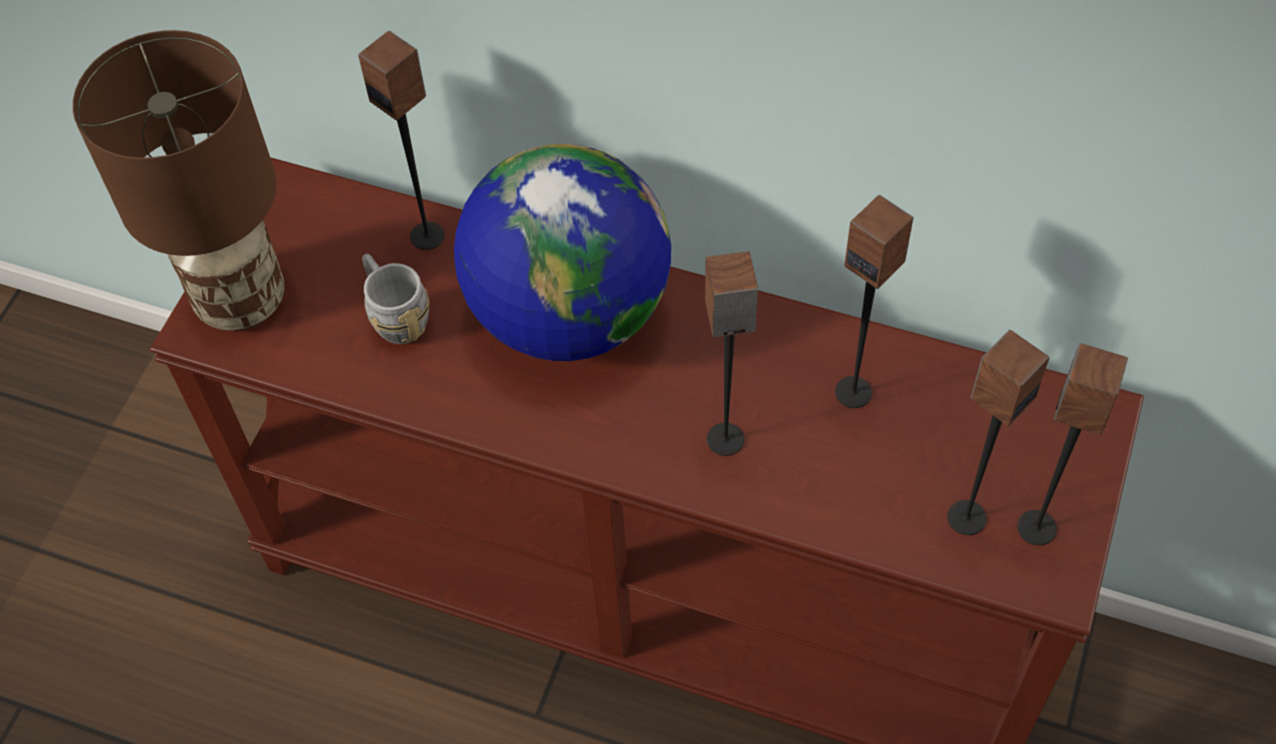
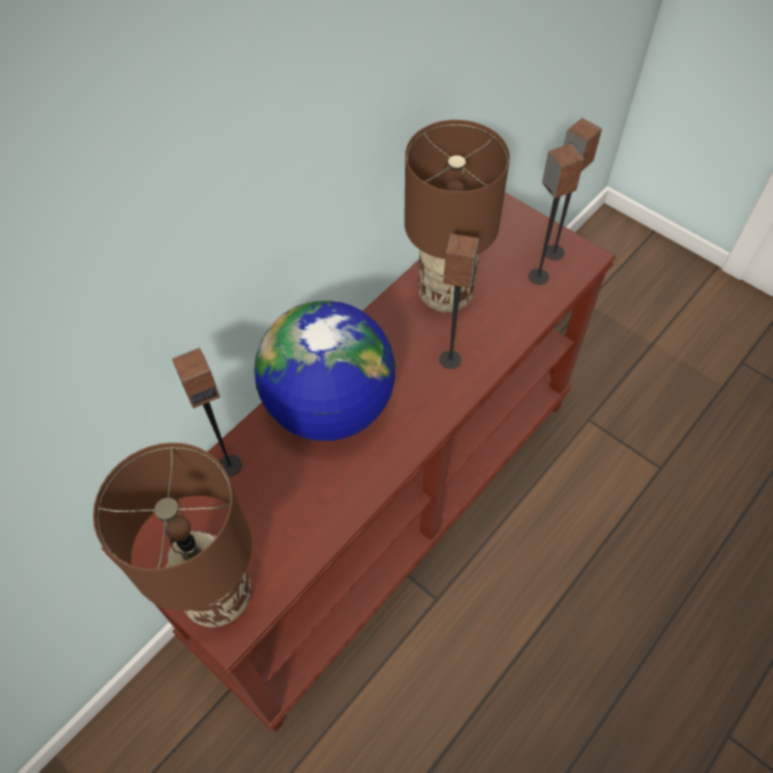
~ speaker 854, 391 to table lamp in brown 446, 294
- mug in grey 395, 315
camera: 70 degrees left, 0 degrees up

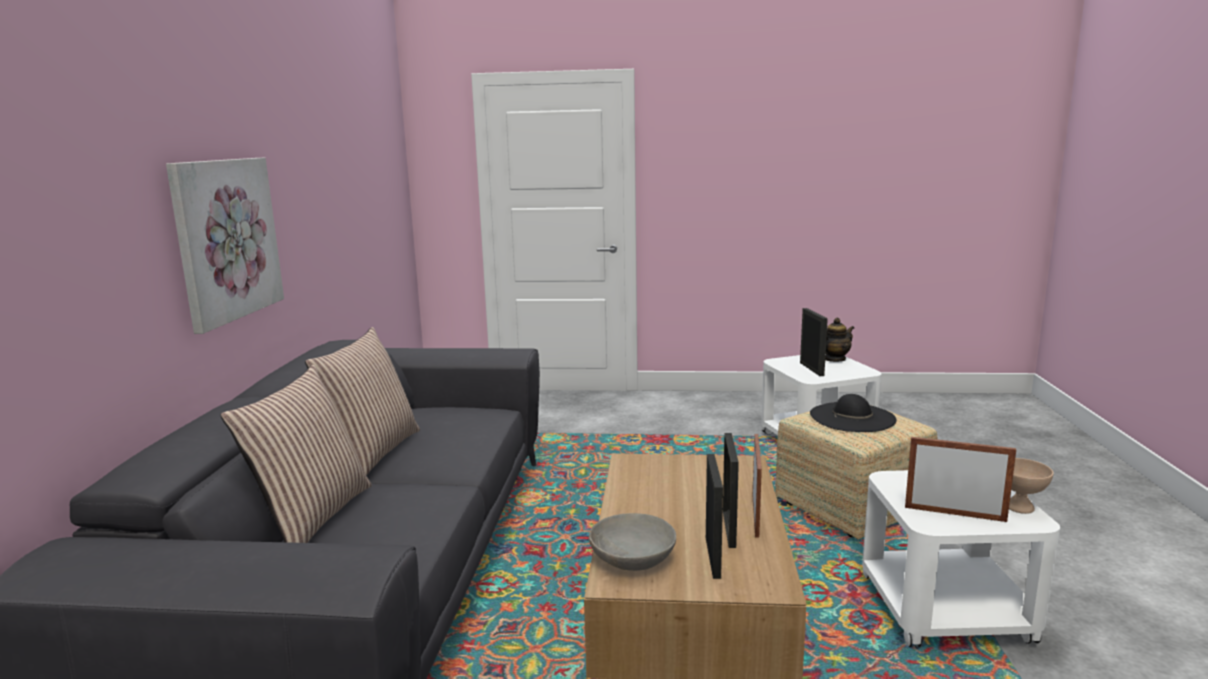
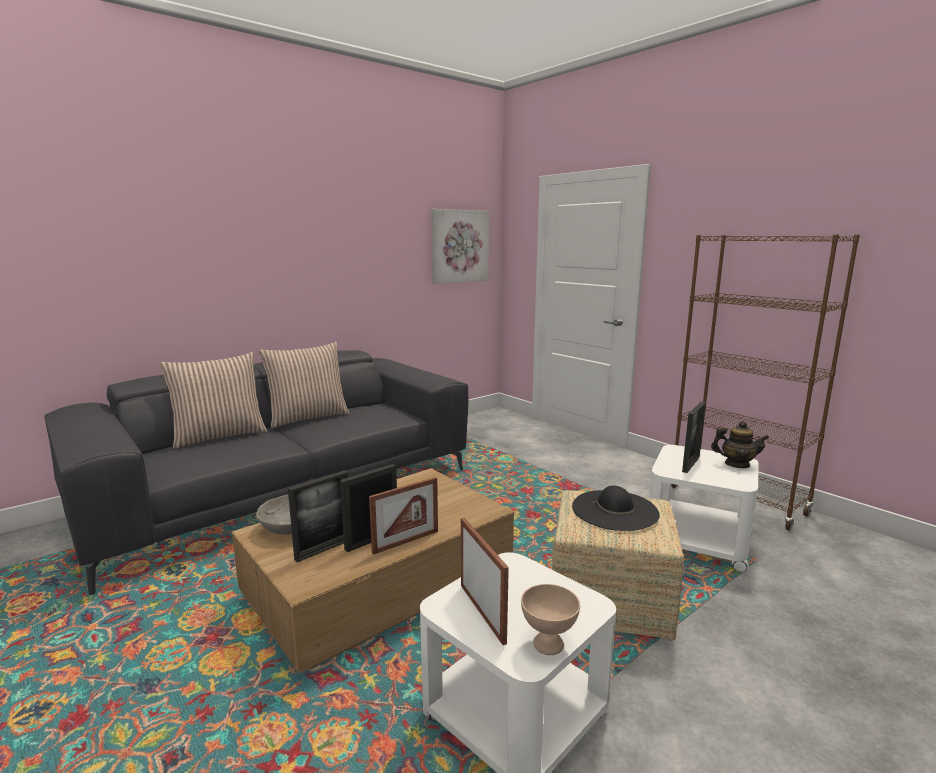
~ picture 226, 239 to 459, 246
+ bookcase in brown 737, 501
camera: 45 degrees right, 0 degrees up

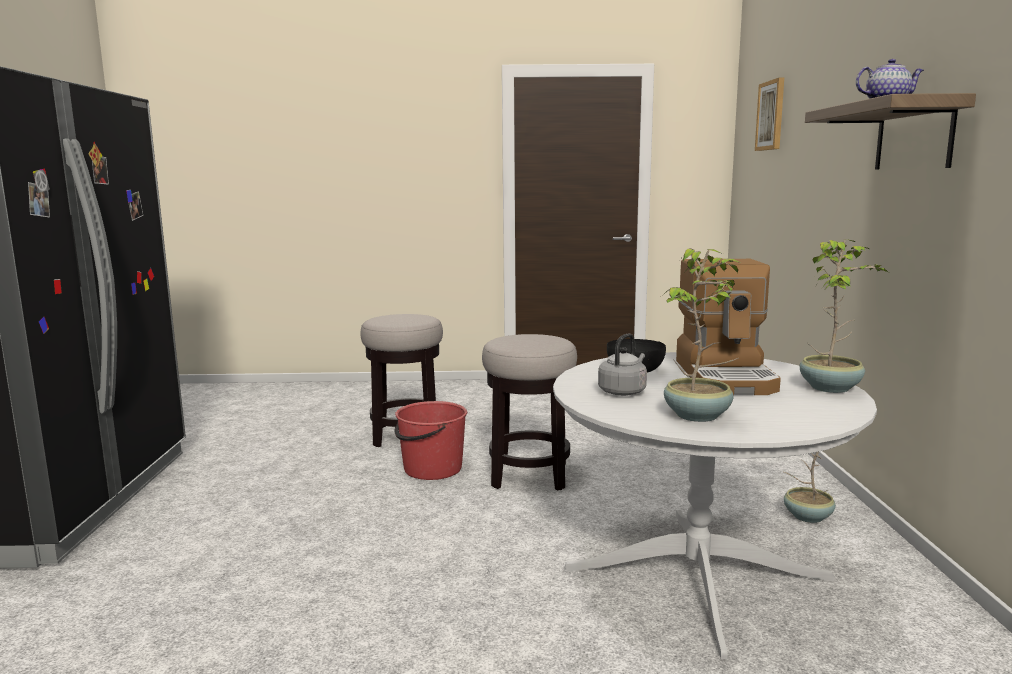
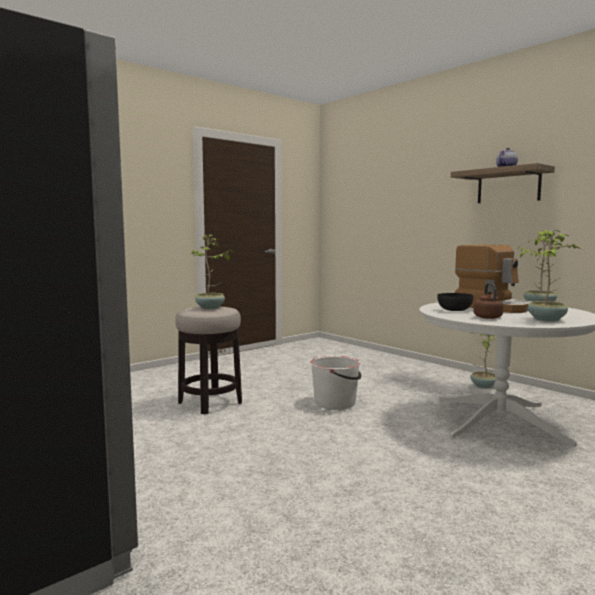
+ potted plant 210, 308
~ stool 529, 475 to bucket in white 335, 403
~ kettle in grey 623, 391 to kettle in brown 487, 317
- bucket in red 432, 469
- picture 771, 115
camera: 40 degrees left, 5 degrees down

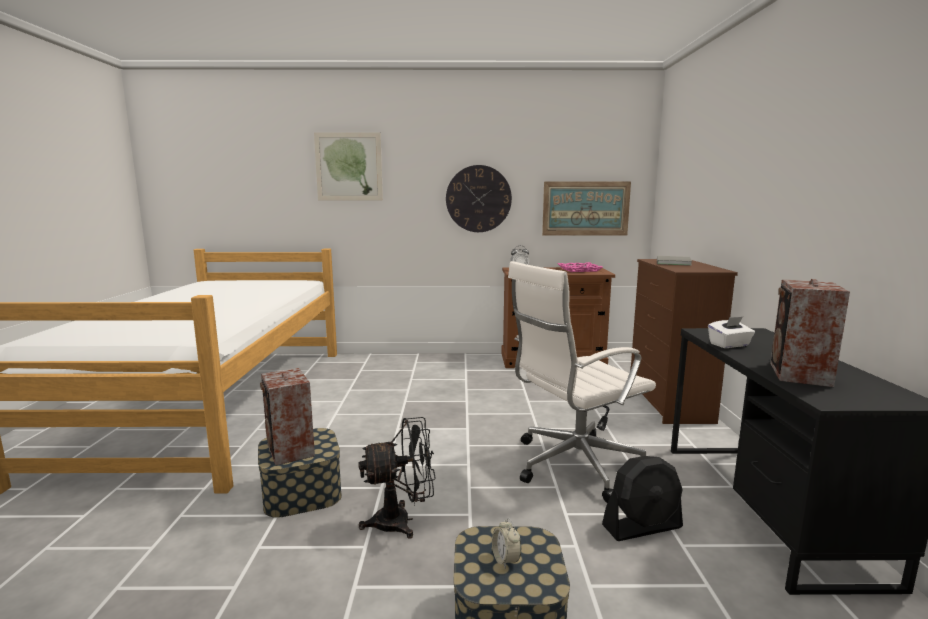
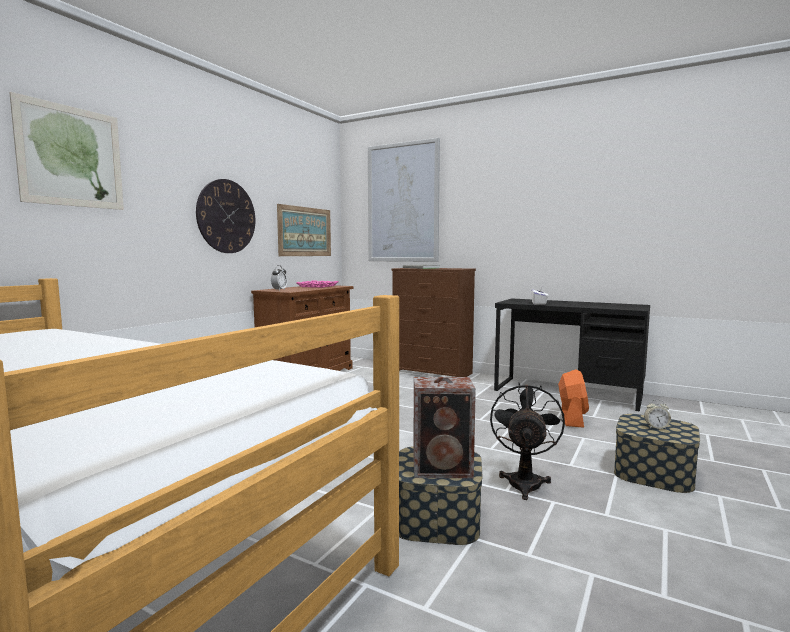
+ picture 403, 203
~ fan in black 642, 527 to fan in orange 572, 418
- office chair in white 574, 465
- speaker 799, 375
camera: 60 degrees left, 5 degrees down

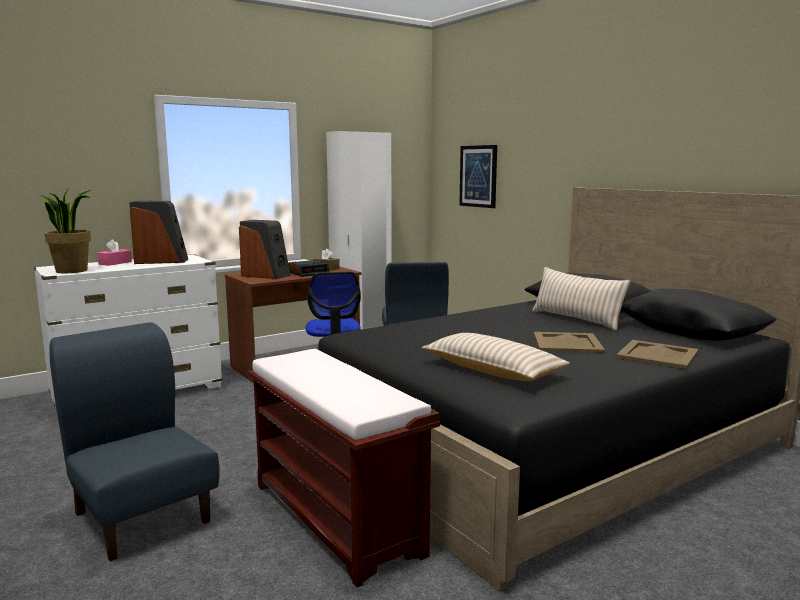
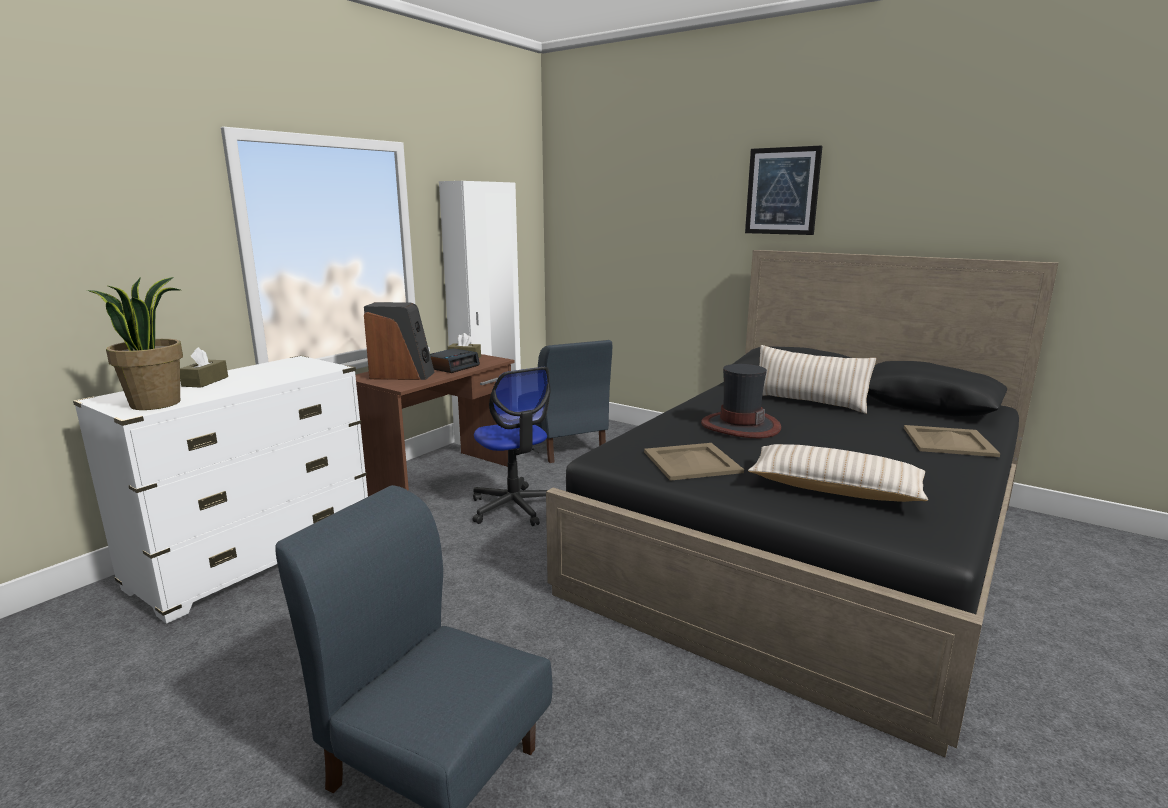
~ tissue box in pink 115, 263 to tissue box in brown 205, 381
~ tray in beige 566, 343 to 691, 462
+ hat 740, 426
~ picture 478, 176 to 782, 191
- speaker 161, 261
- bench in brown 337, 518
camera: 20 degrees left, 5 degrees up

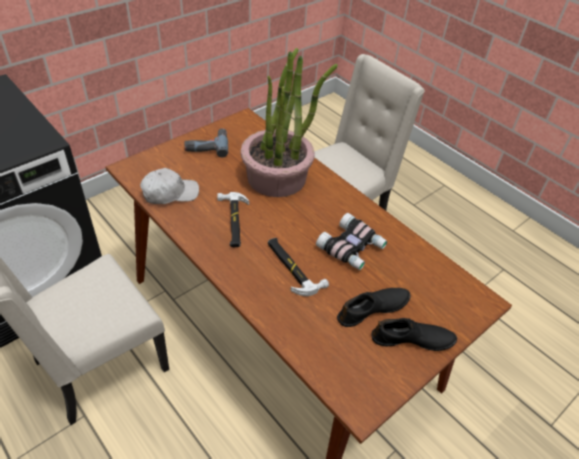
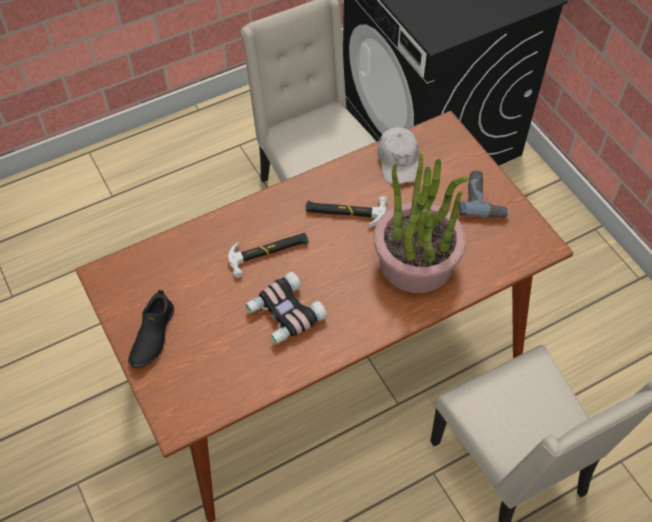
- shoe in black 373, 310
camera: 105 degrees right, 10 degrees up

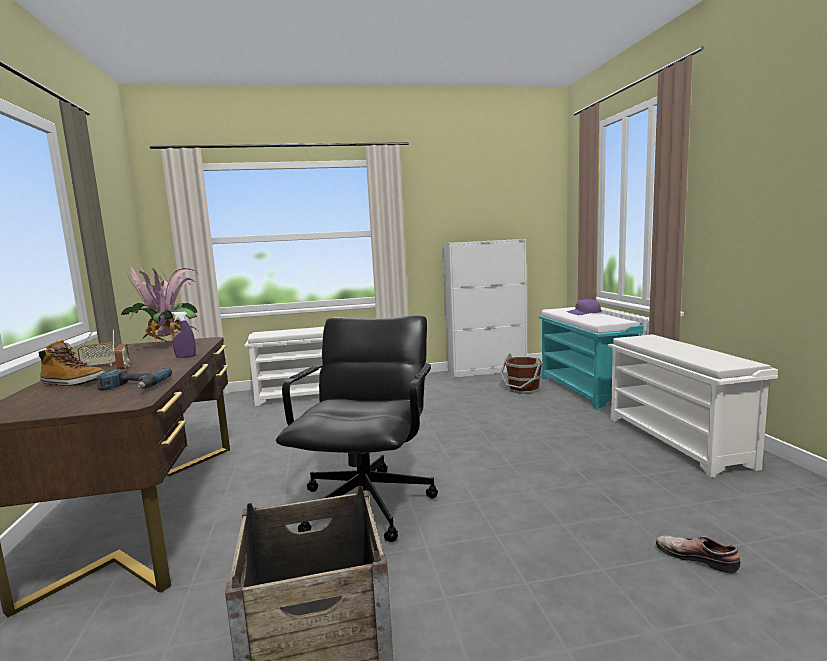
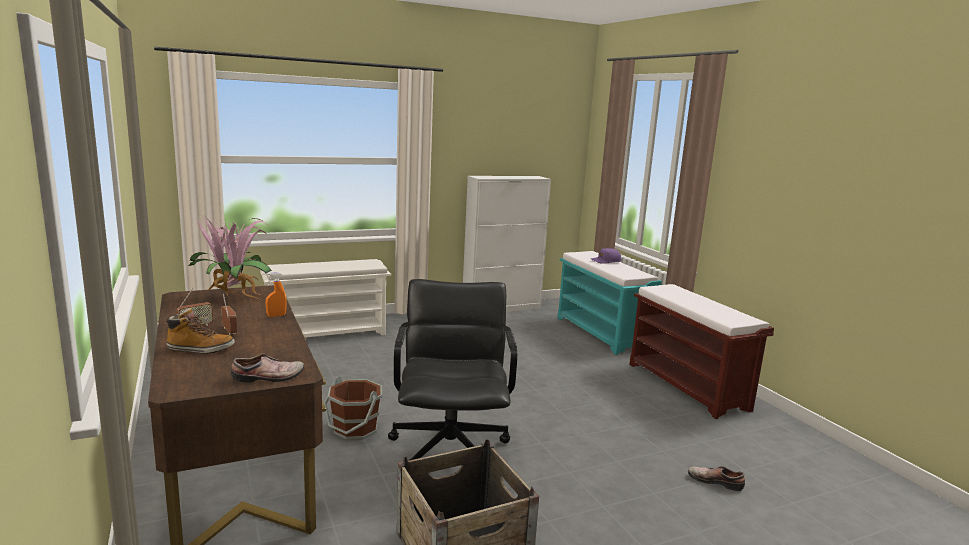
+ shoe 269, 378
~ spray bottle in purple 185, 357 to spray bottle in orange 276, 315
~ bucket in brown 523, 389 to 354, 429
~ shoe rack in white 678, 441 to bench in brown 688, 386
- power drill 132, 387
camera: 15 degrees left, 5 degrees up

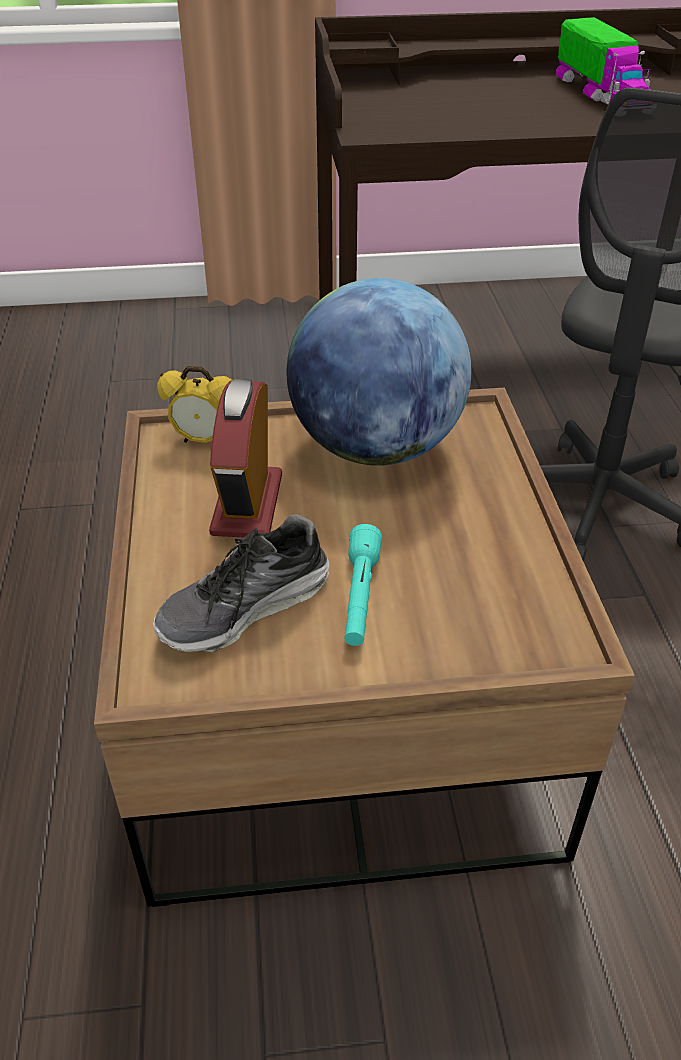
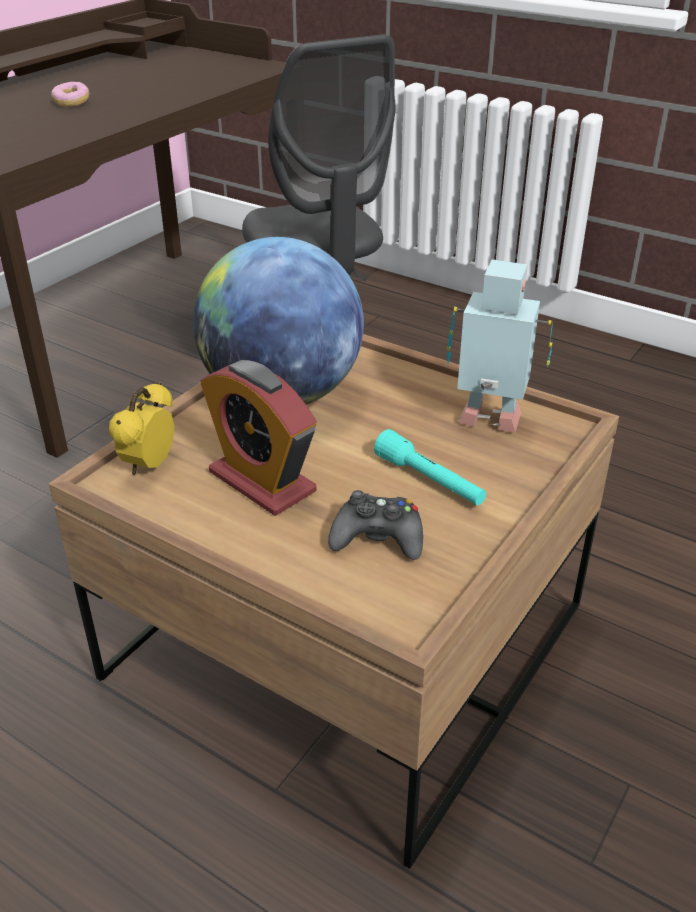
+ donut 71, 103
~ alarm clock 203, 440 = 149, 466 150 degrees clockwise
~ shoe 245, 608 to game controller in black 378, 537
+ toy robot 491, 423
- toy truck 601, 94
camera: 50 degrees left, 5 degrees down

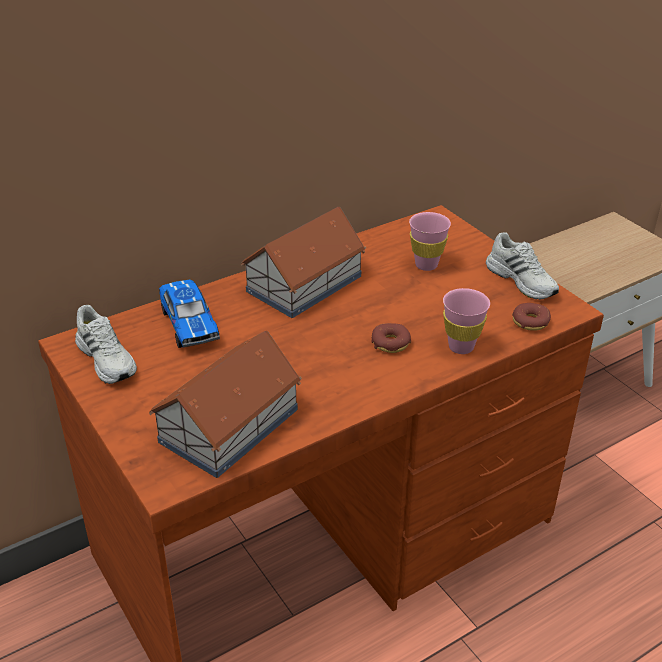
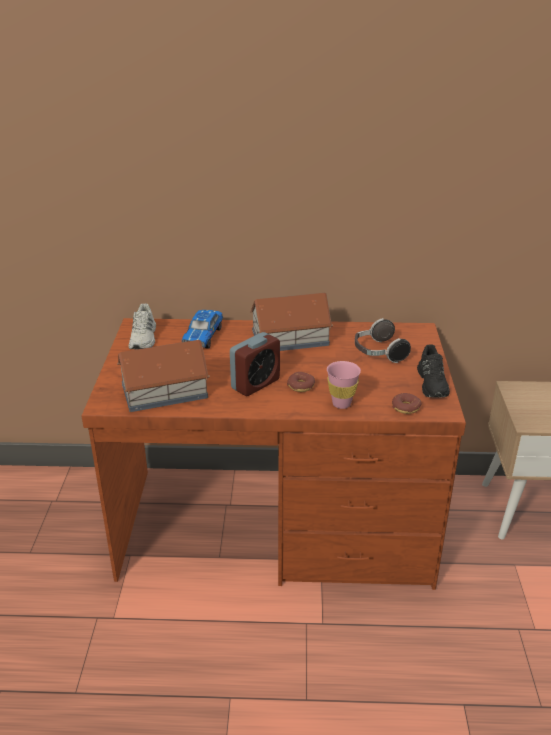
+ alarm clock 255, 384
~ cup in pink 426, 265 to headphones 378, 353
~ shoe in white 522, 280 to shoe in black 432, 383
camera: 35 degrees right, 5 degrees down

